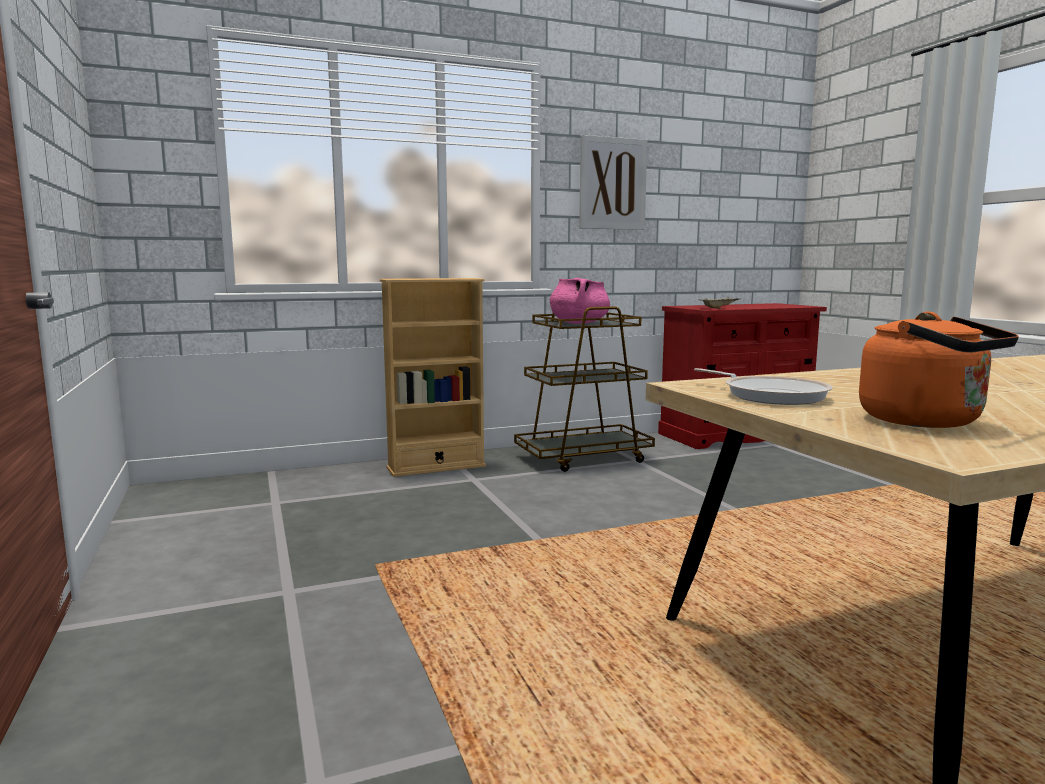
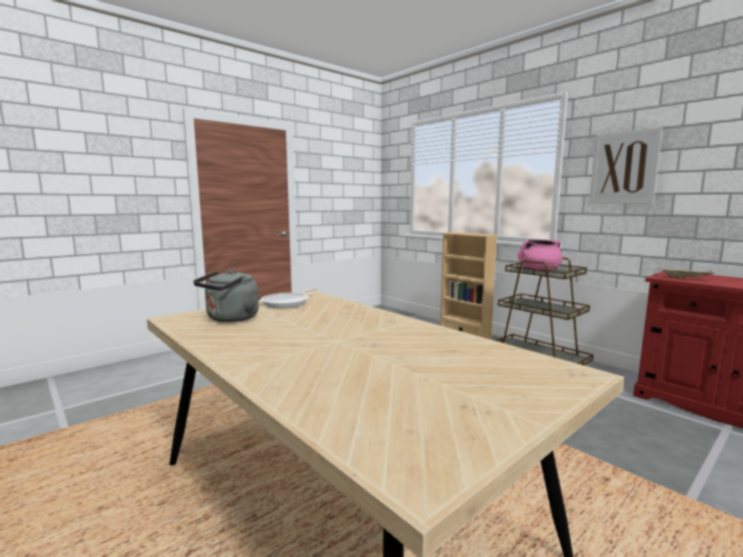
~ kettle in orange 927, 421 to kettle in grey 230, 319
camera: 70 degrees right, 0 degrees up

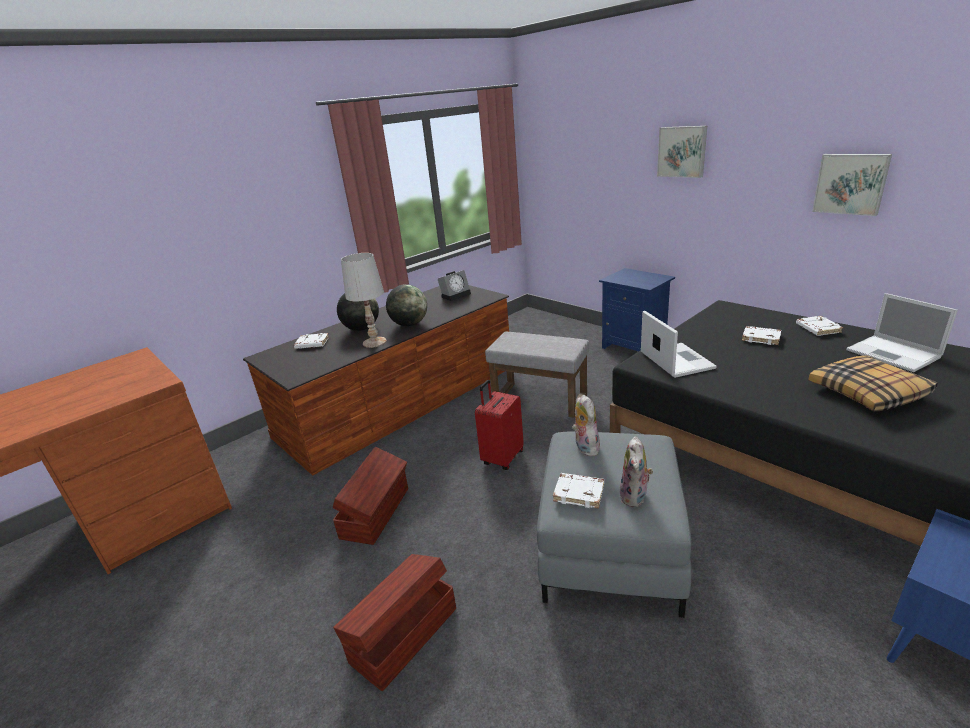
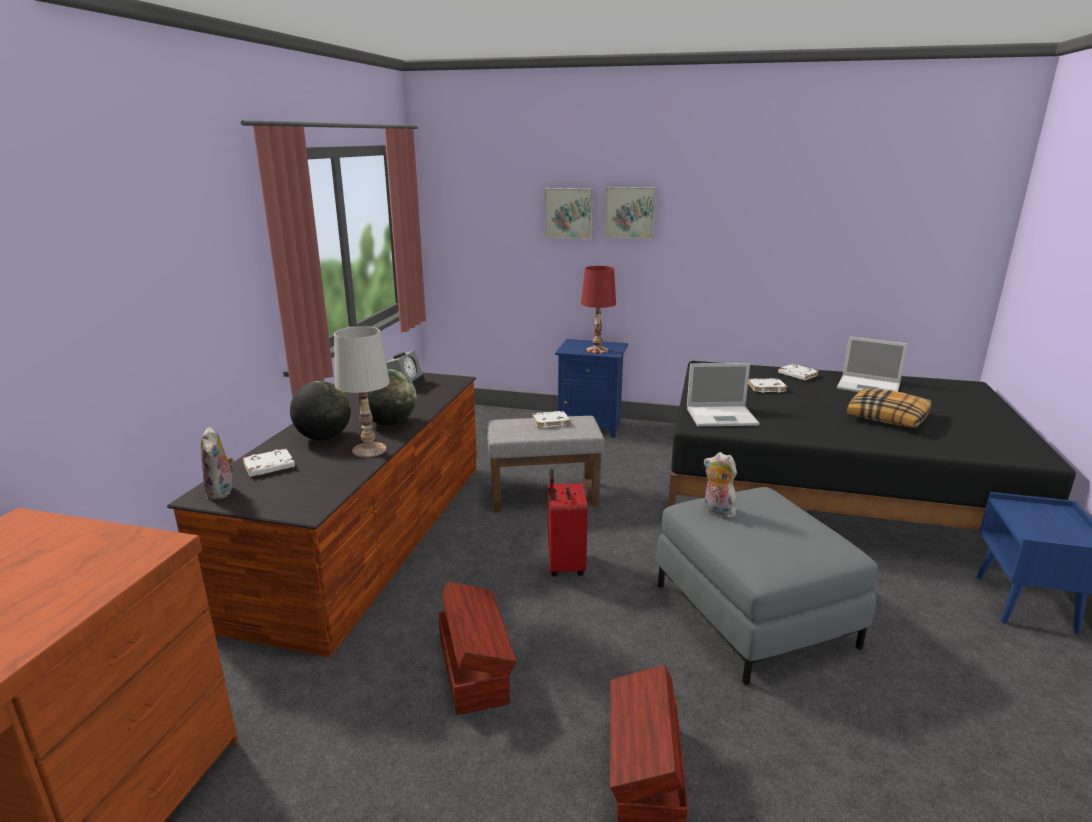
~ plush toy 635, 497 to 222, 492
~ book in white 579, 493 to 551, 422
~ picture 851, 183 to 569, 213
+ table lamp in red 596, 350
~ laptop 675, 360 = 723, 416 135 degrees clockwise
camera: 35 degrees left, 5 degrees down

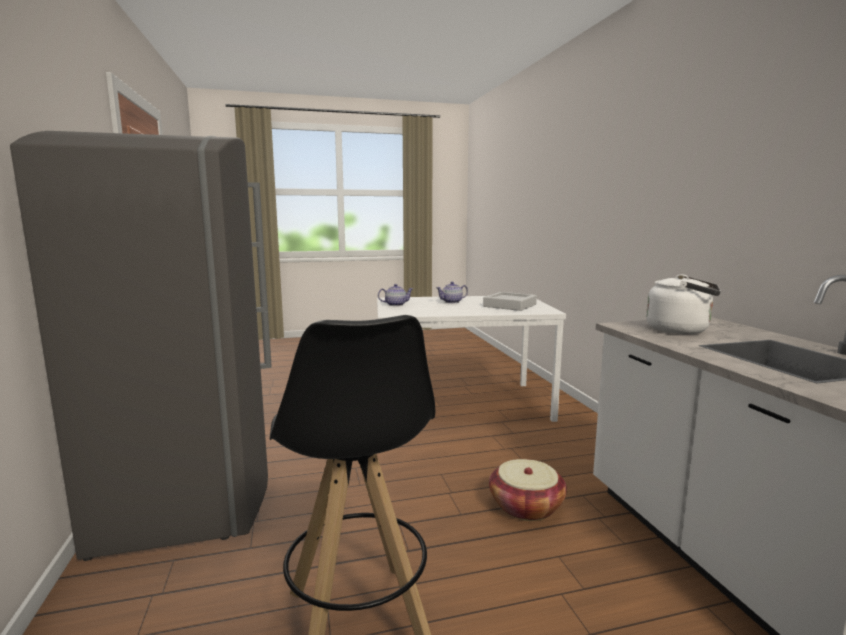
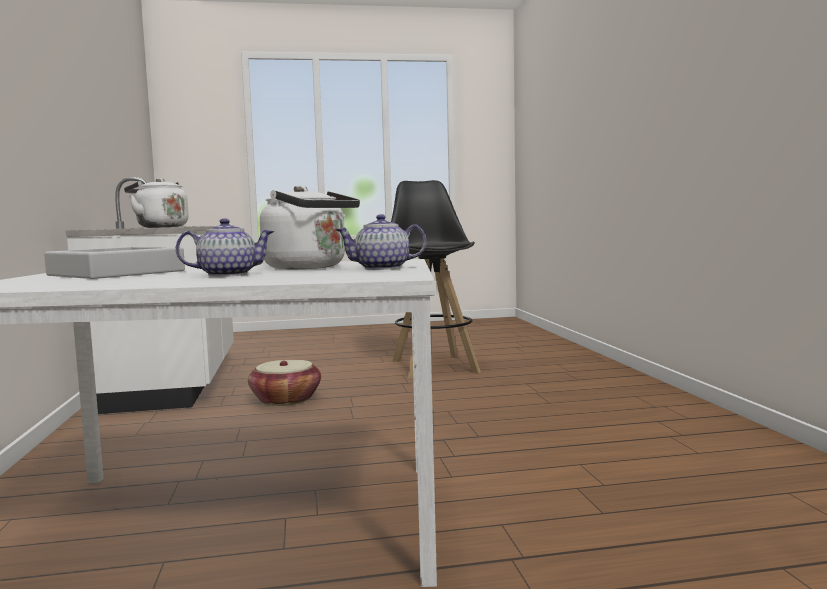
+ kettle in white 310, 267
- fridge in grey 191, 495
camera: 175 degrees left, 5 degrees down

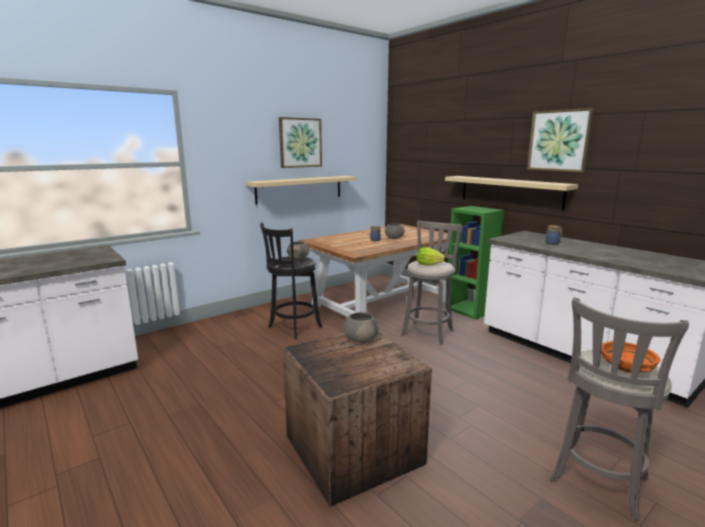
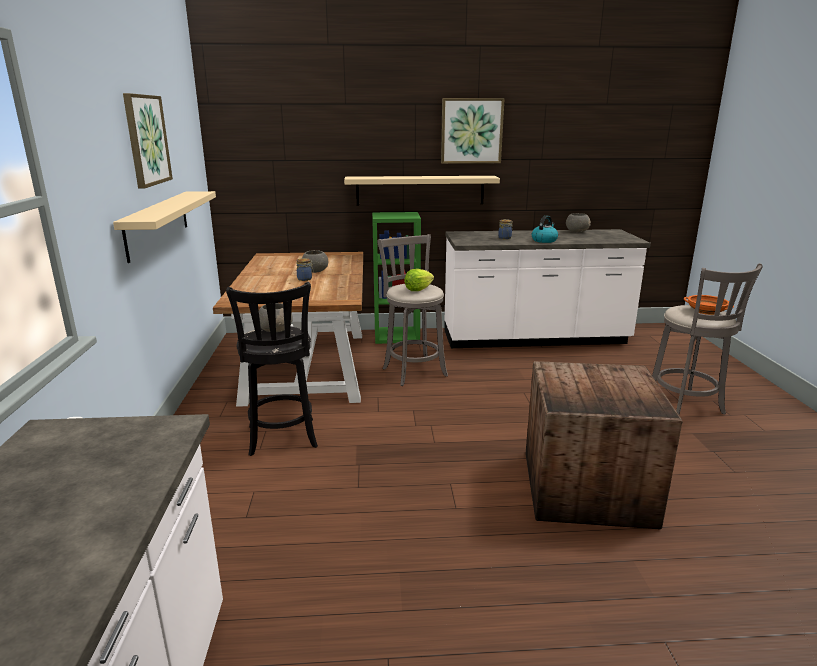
+ kettle 544, 240
~ bowl in grey 361, 339 to 576, 231
camera: 55 degrees left, 5 degrees up

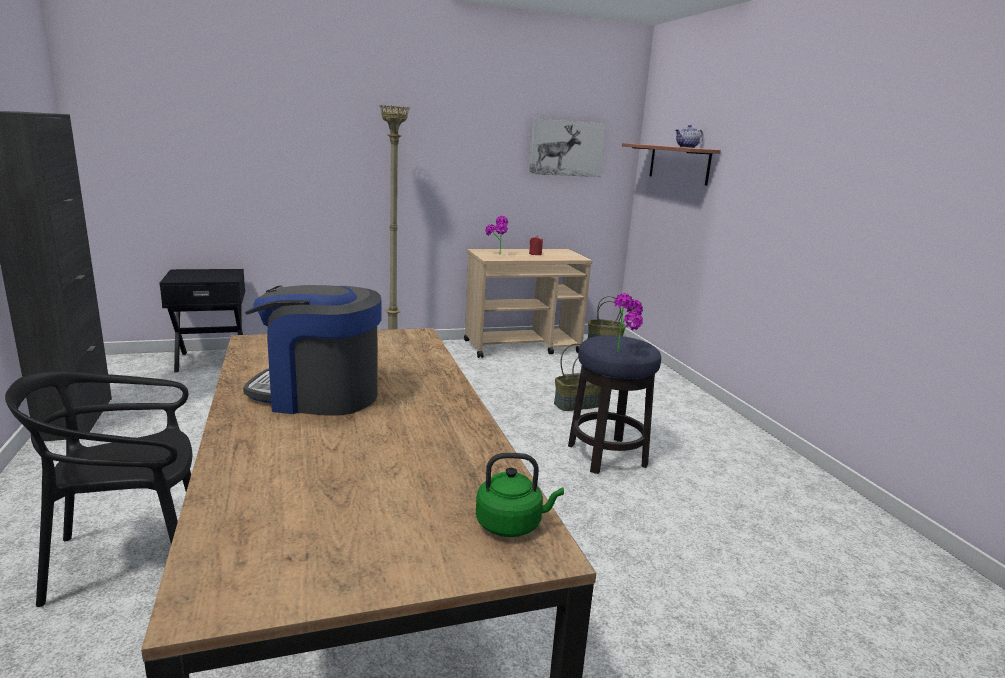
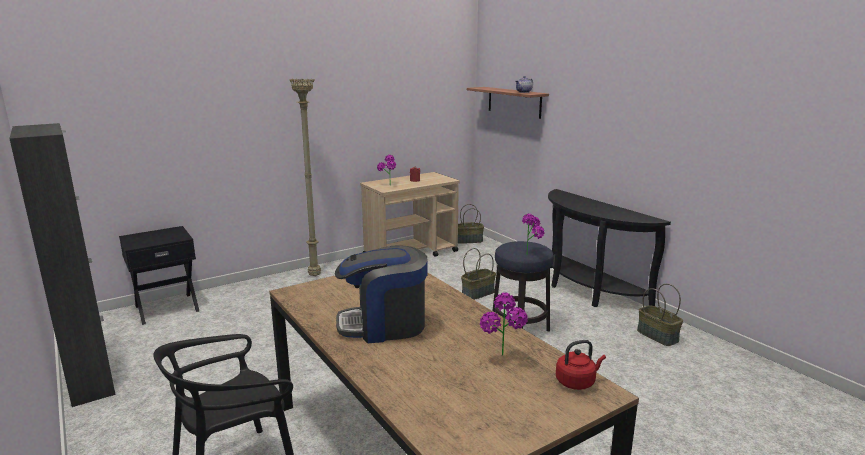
+ potted plant 503, 359
+ console table in black 586, 291
~ kettle in green 512, 524 to kettle in red 577, 382
+ basket 658, 336
- picture 566, 148
camera: 15 degrees left, 0 degrees up

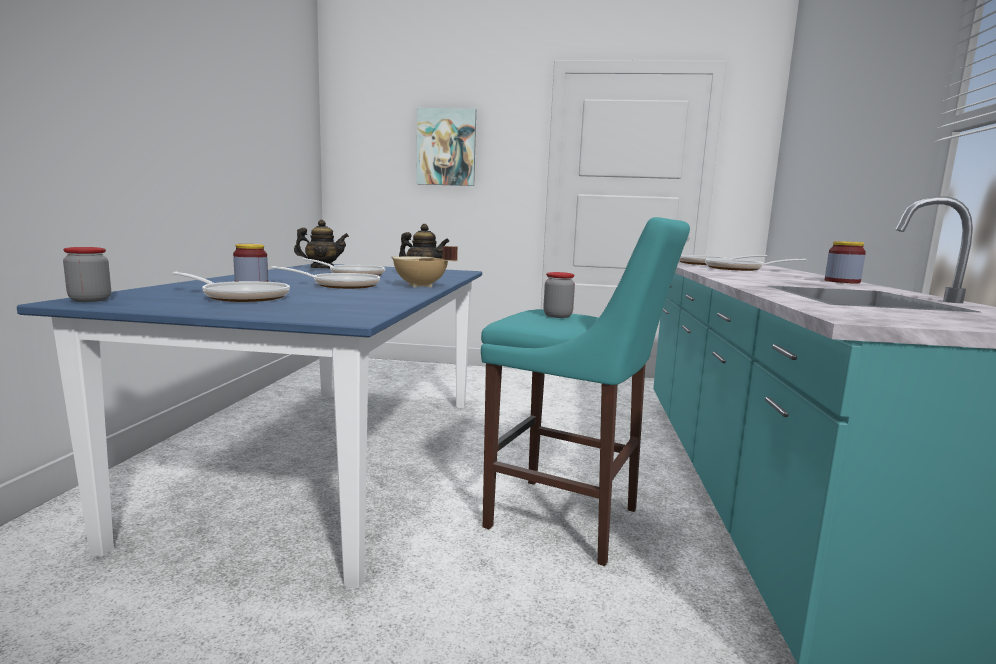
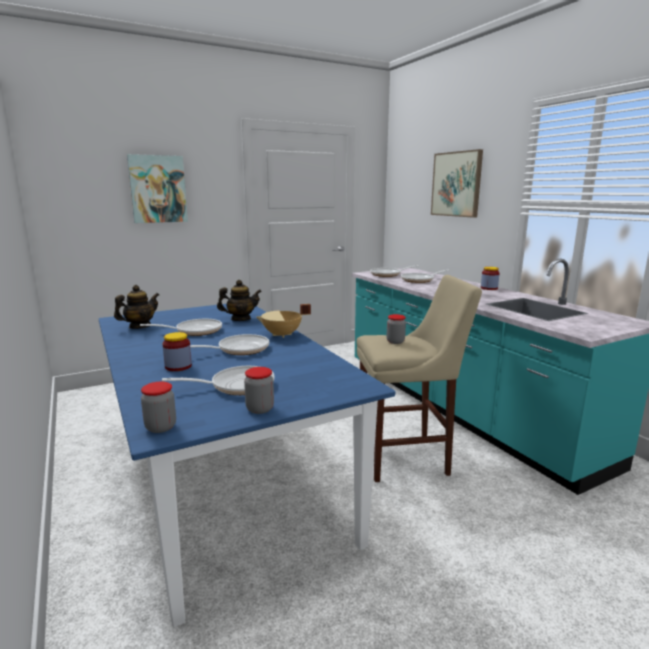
+ jar 260, 409
~ stool in turquoise 570, 520 to stool in beige 407, 458
+ picture 456, 184
camera: 35 degrees left, 5 degrees up

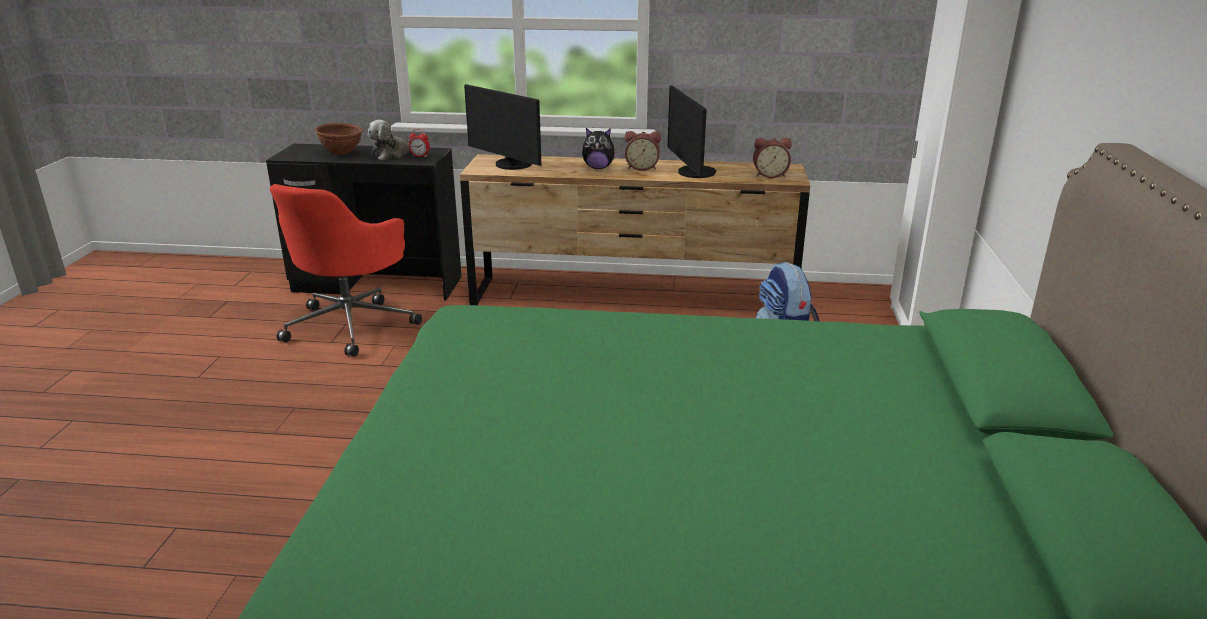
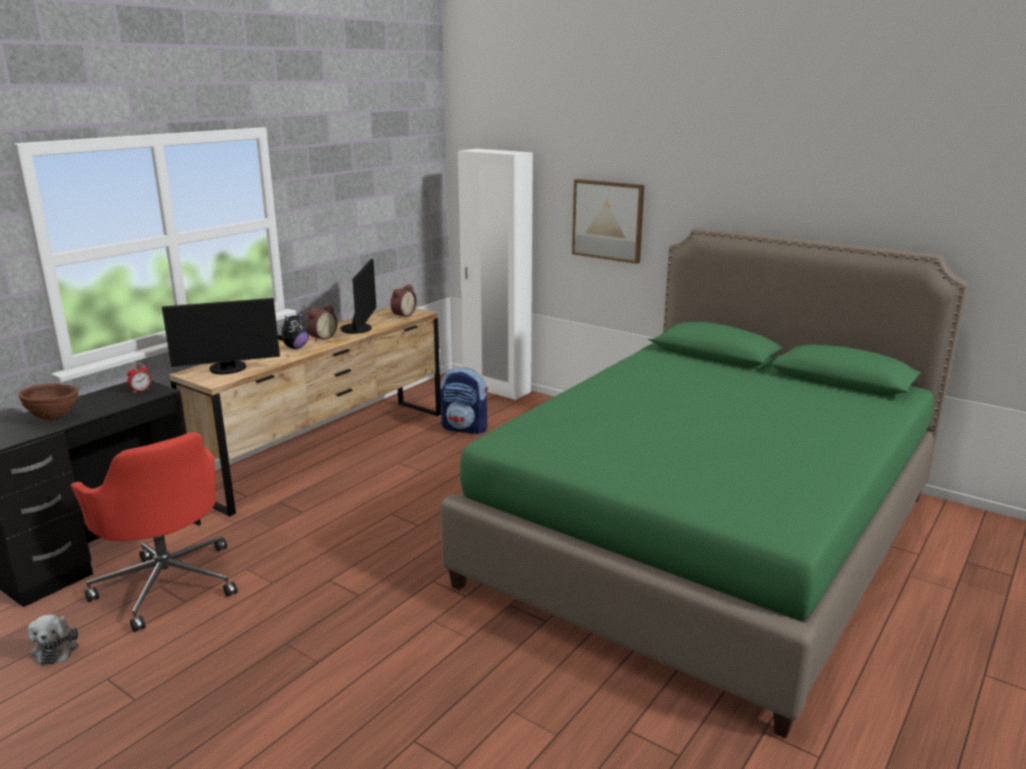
~ plush toy 392, 154 to 56, 648
~ monitor 692, 173 = 360, 329 105 degrees counterclockwise
+ picture 608, 220
camera: 60 degrees left, 5 degrees down

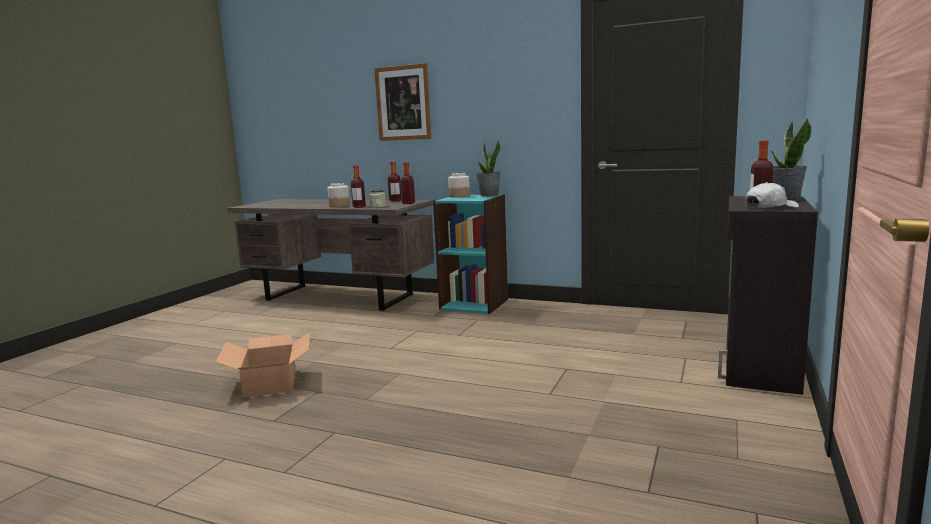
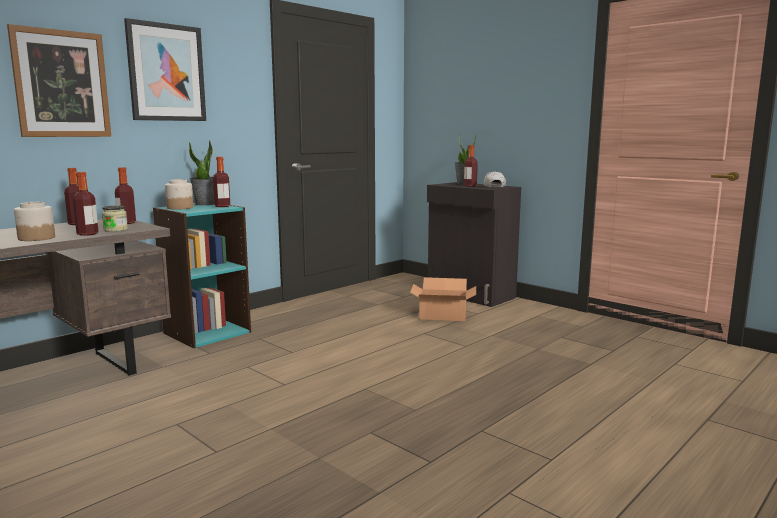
+ picture 166, 73
+ bottle 222, 206
~ cardboard box 271, 382 to 442, 314
camera: 70 degrees left, 0 degrees up

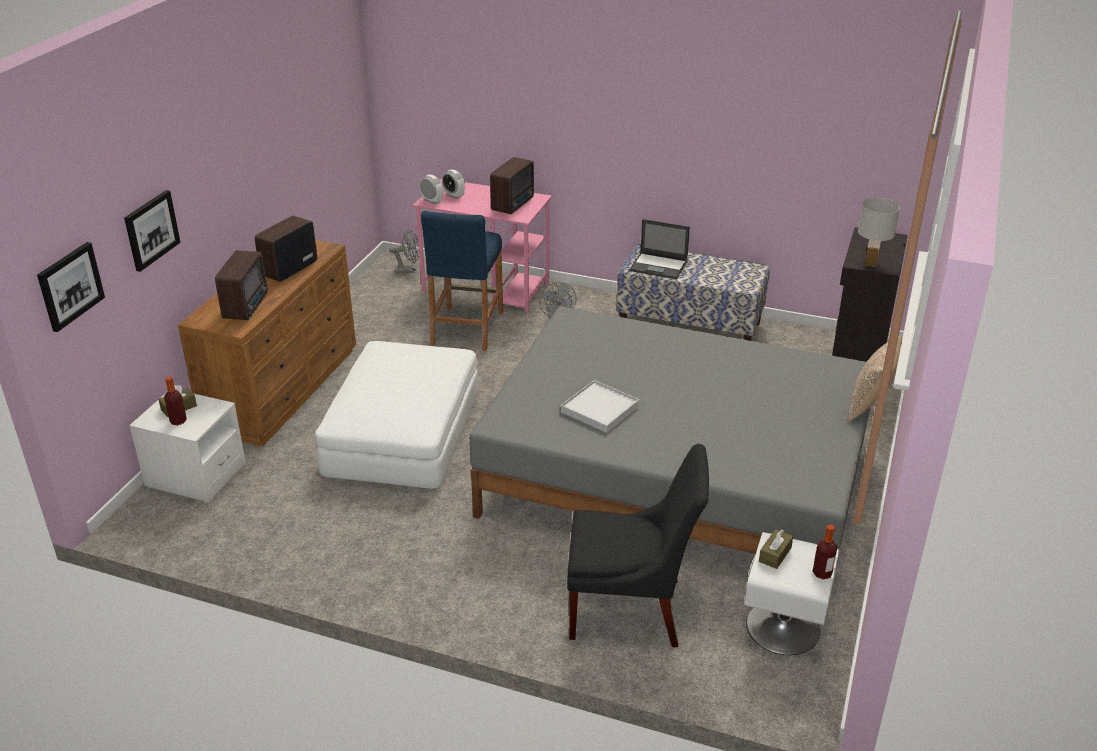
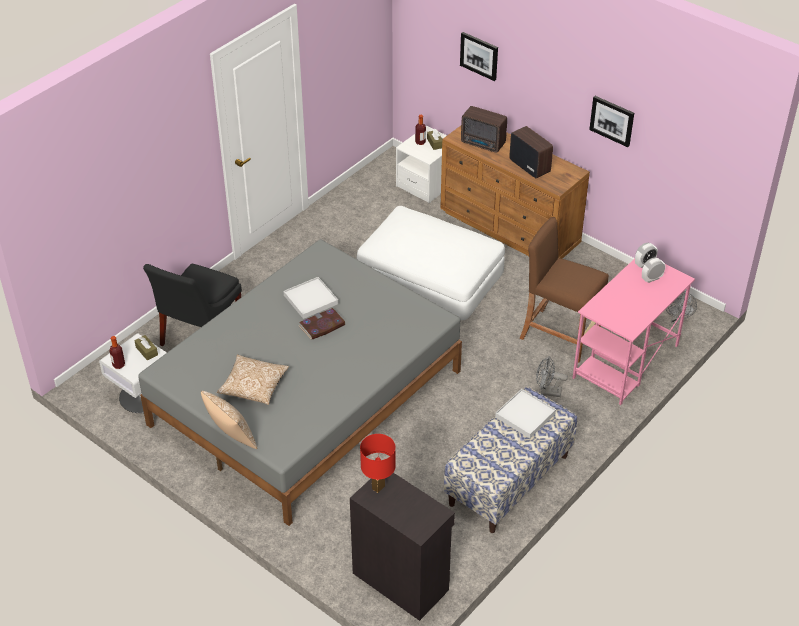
+ pillow 254, 387
+ book 322, 326
~ table lamp in white 871, 264 to table lamp in red 378, 488
~ laptop 659, 266 to tray in white 525, 415
~ stool in blue 466, 328 to stool in brown 559, 335
~ picture 70, 286 to 612, 120
- radio 514, 204
camera: 110 degrees right, 10 degrees up

